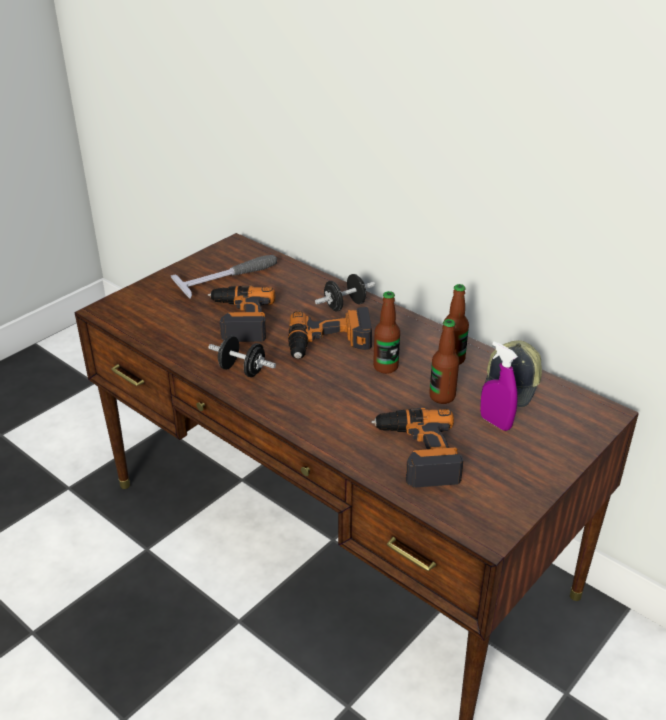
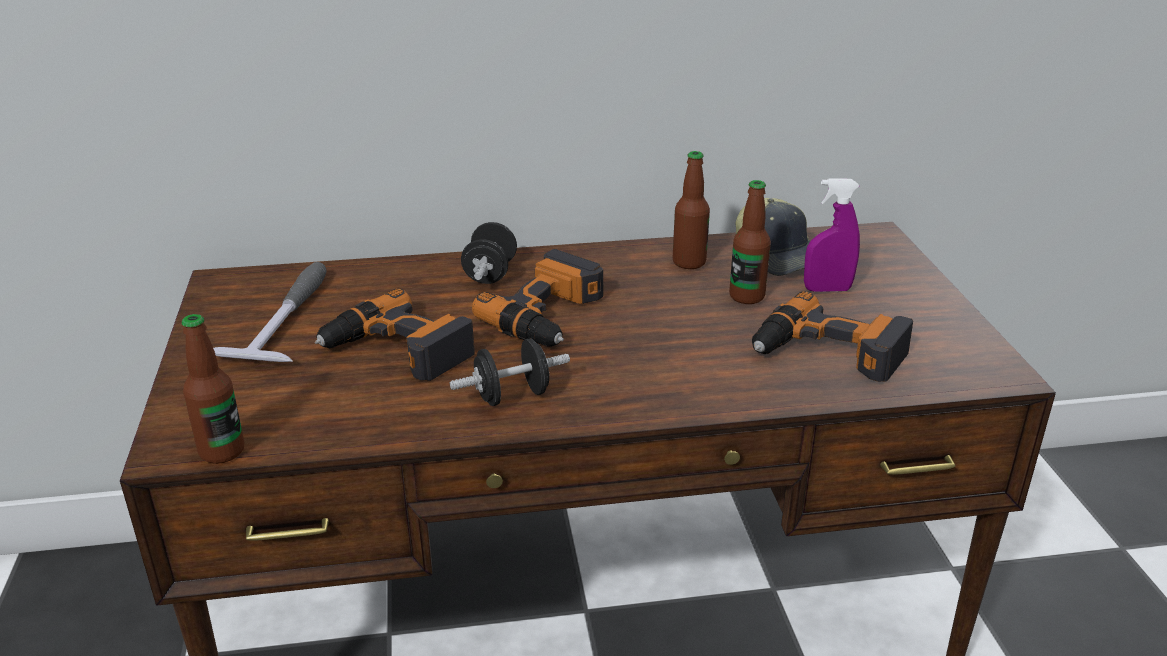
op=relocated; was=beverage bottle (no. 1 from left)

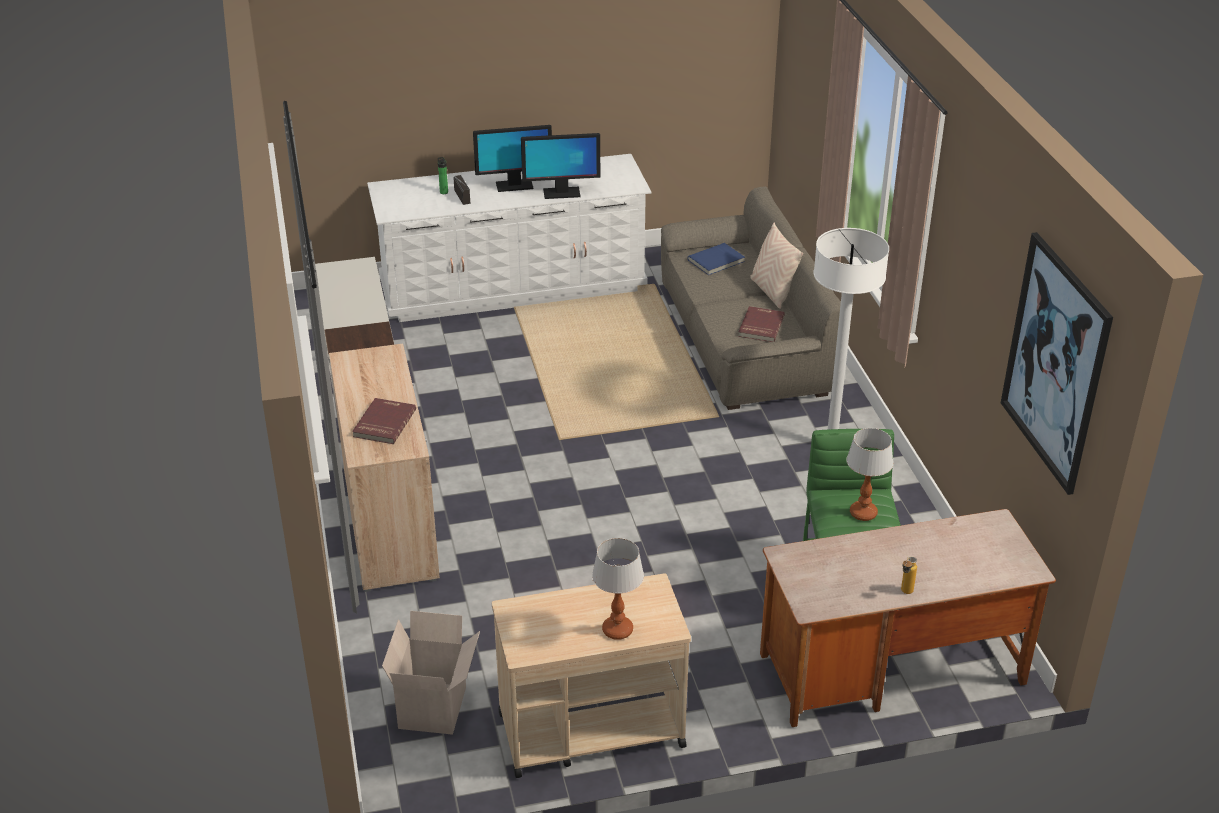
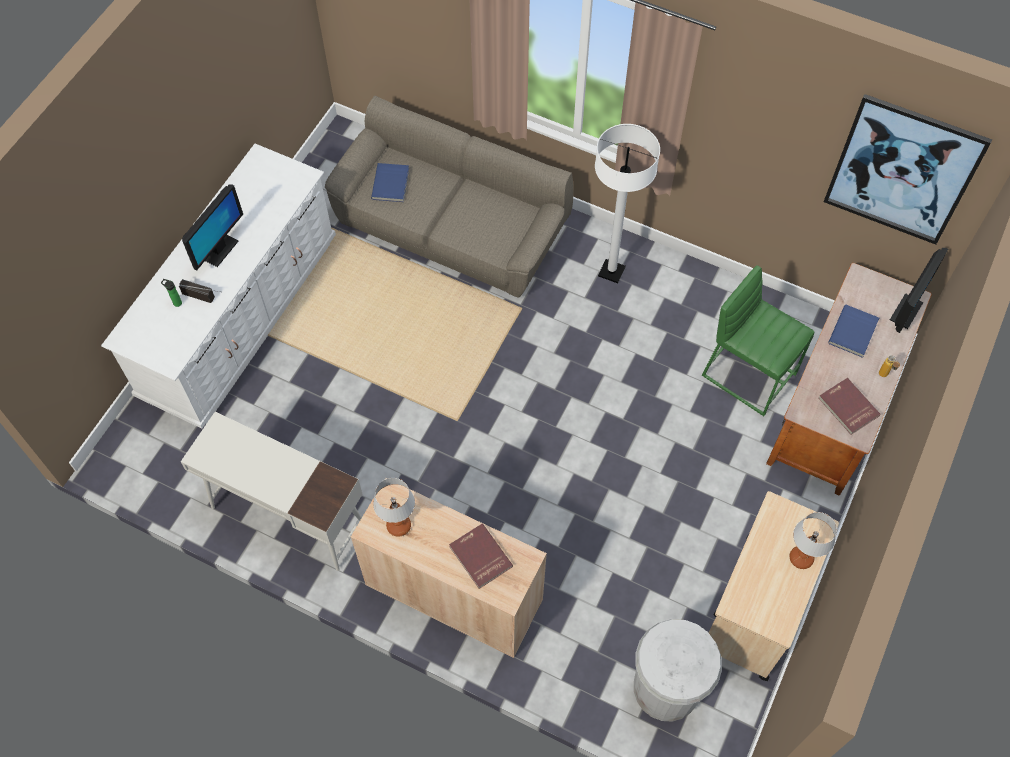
op=relocated; was=monitor (no. 2 from left)
op=missing; was=sand-coloured pillow
op=relocated; was=reddish volume (no. 2 from left)
op=relocated; was=tabletop lamp (no. 2 from left in the first image); now=tabletop lamp (no. 1 from left)
op=exchanged; was=cardboard box; now=whitish rubbish bin
op=appeared; now=blue-coloured volume (no. 2 from left)

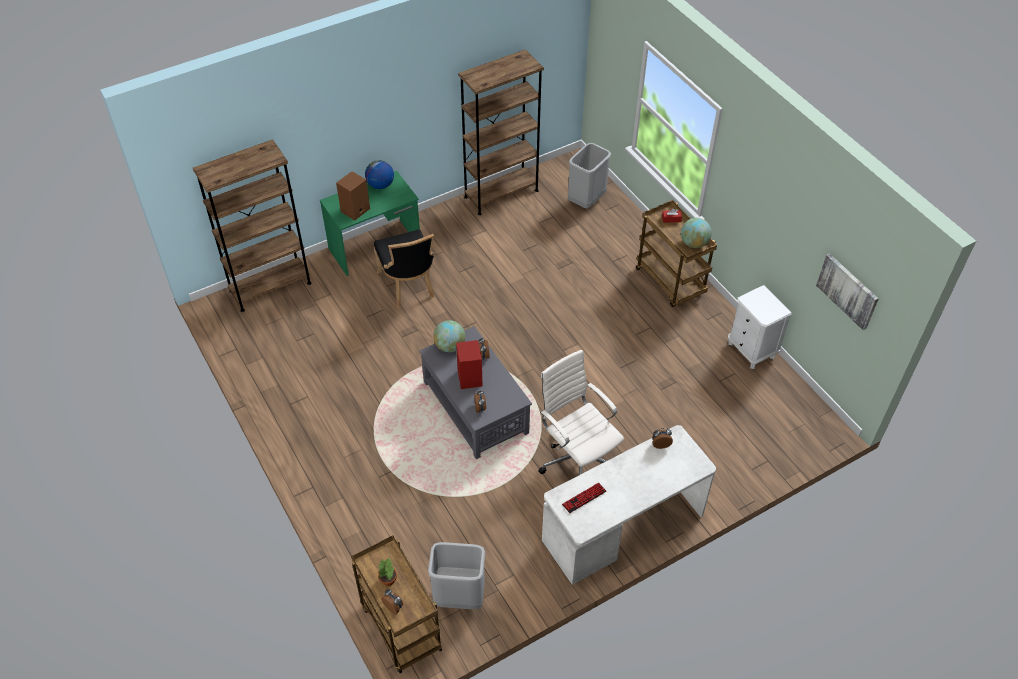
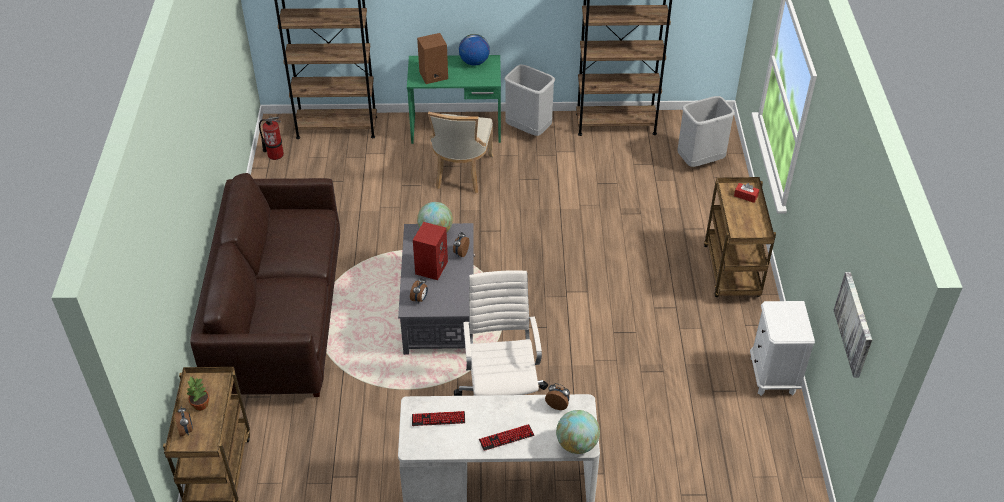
op=relocated; was=world globe (no. 3 from left)
op=colour; was=blackish plain chair; now=sand-coloured plain chair
op=relocated; was=grey rubbish bin (no. 1 from left)
op=appeared; now=fire extinguisher
op=appeared; now=brown couch
op=appeared; now=keyboard (no. 2 from left)

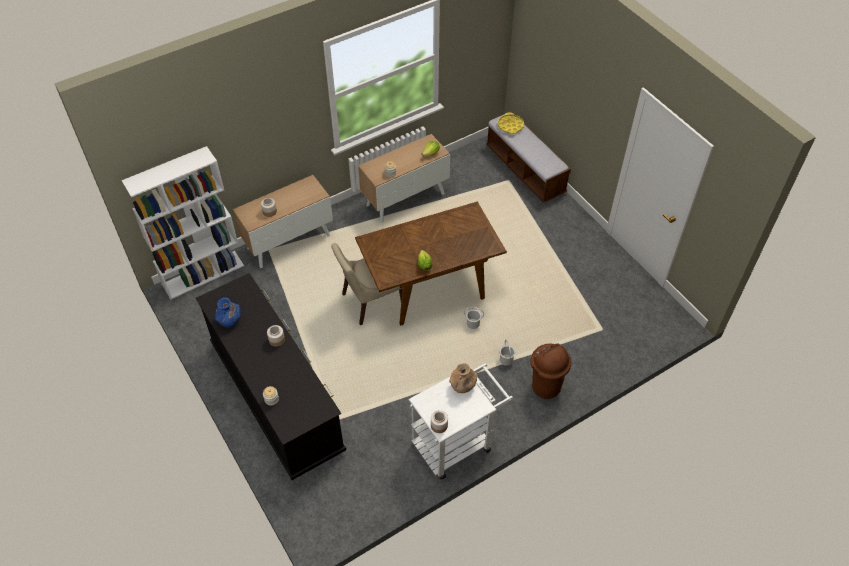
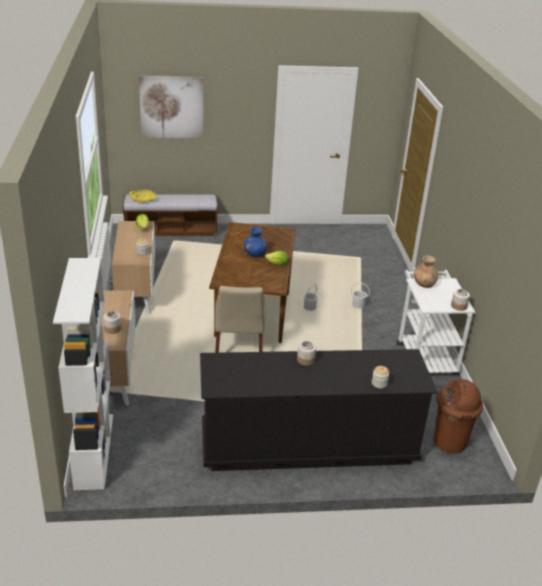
op=relocated; was=blue-coloured decorative vase
op=relocated; was=brown rubbish bin
op=appeared; now=wall picture

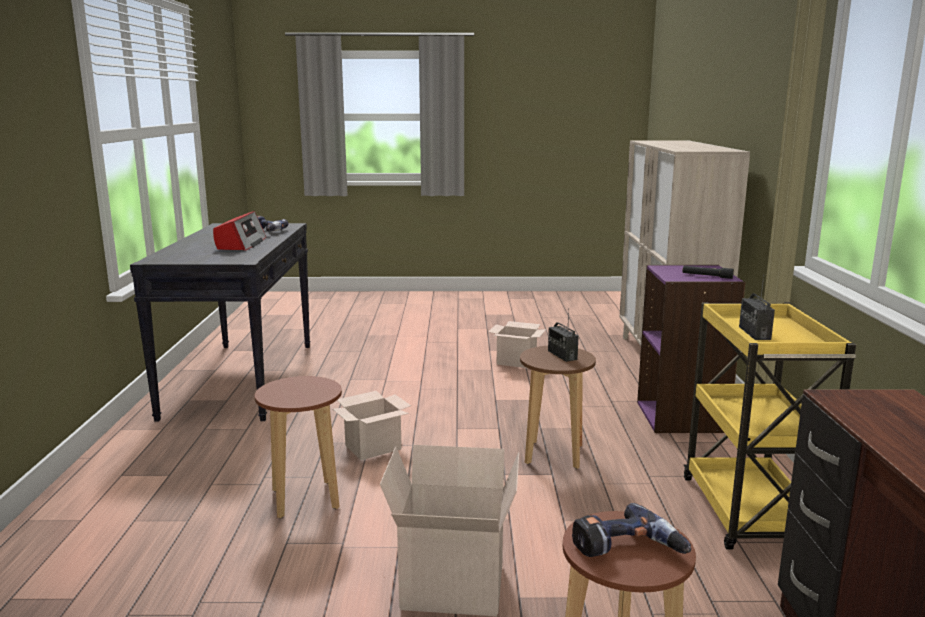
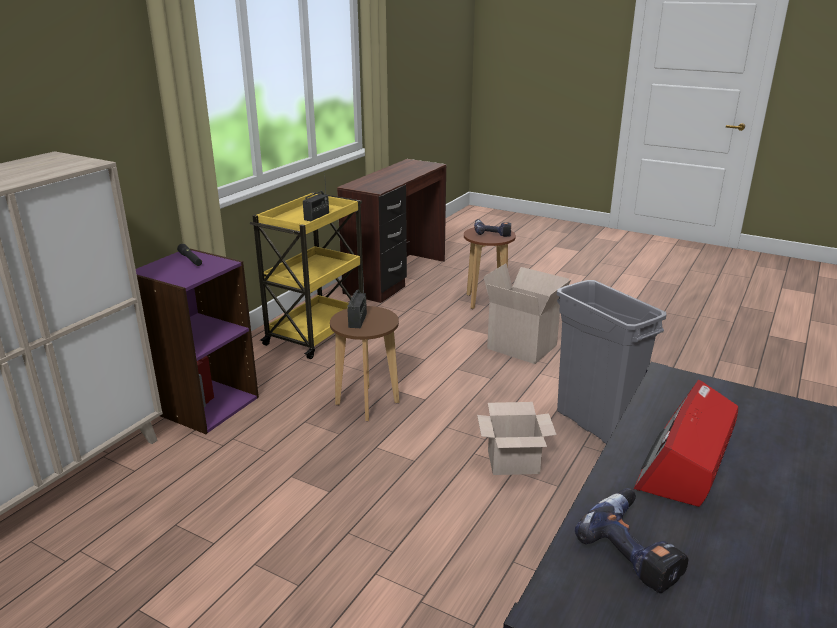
op=missing; was=cardboard box (no. 3 from left)
op=exchanged; was=brown stool (no. 1 from left); now=grey rubbish bin

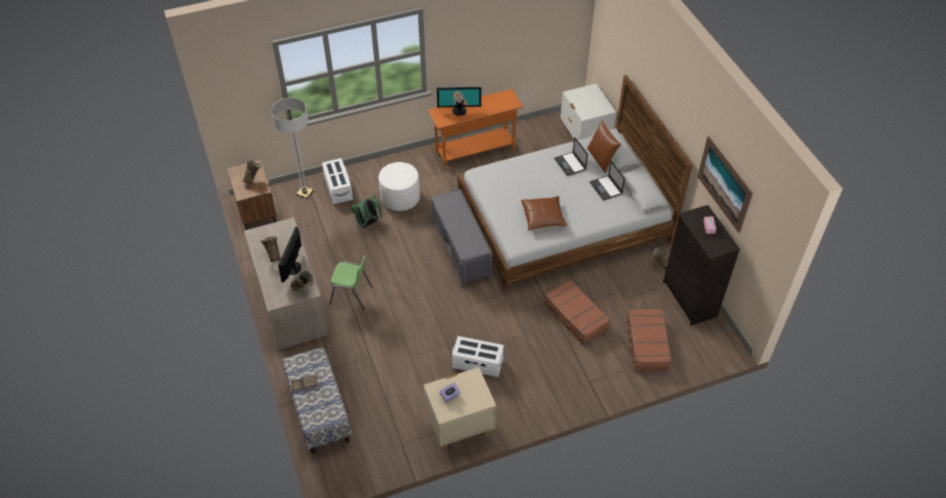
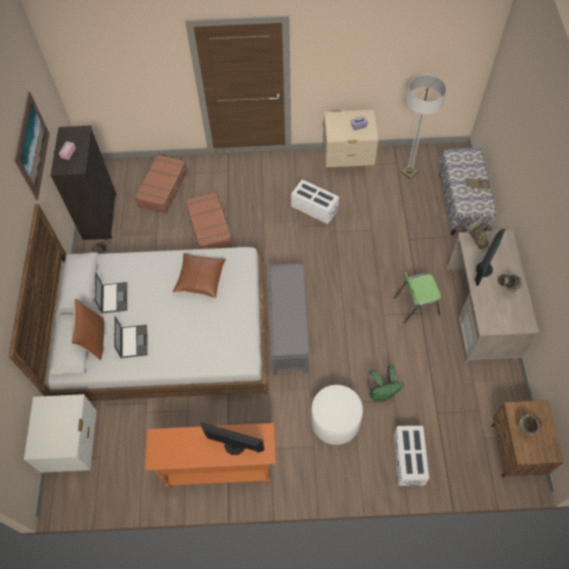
op=relocated; was=floor lamp
op=spun; was=green plain chair; clockwise=-45

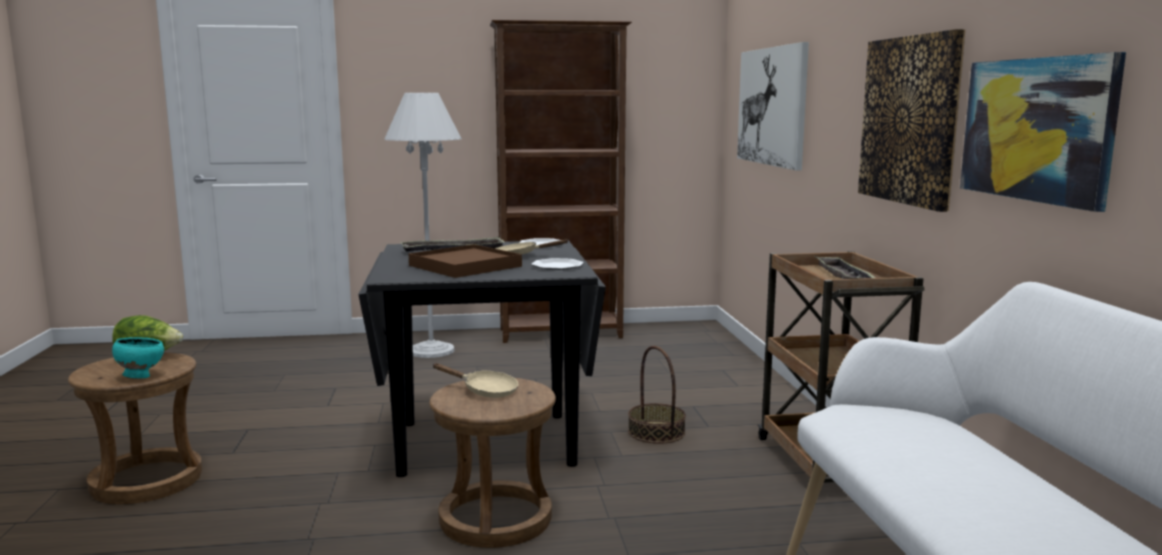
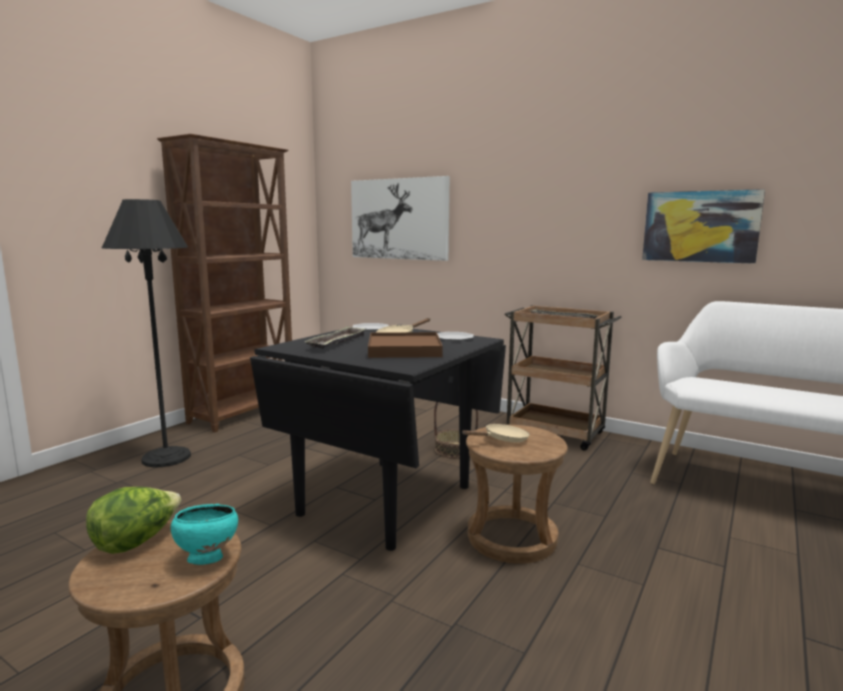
op=missing; was=wall picture (no. 2 from left)
op=colour; was=whitish floor lamp; now=blackish floor lamp

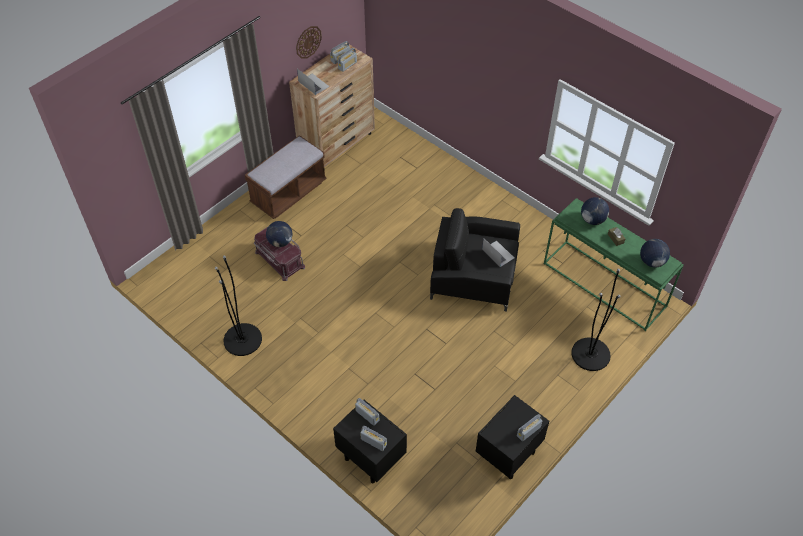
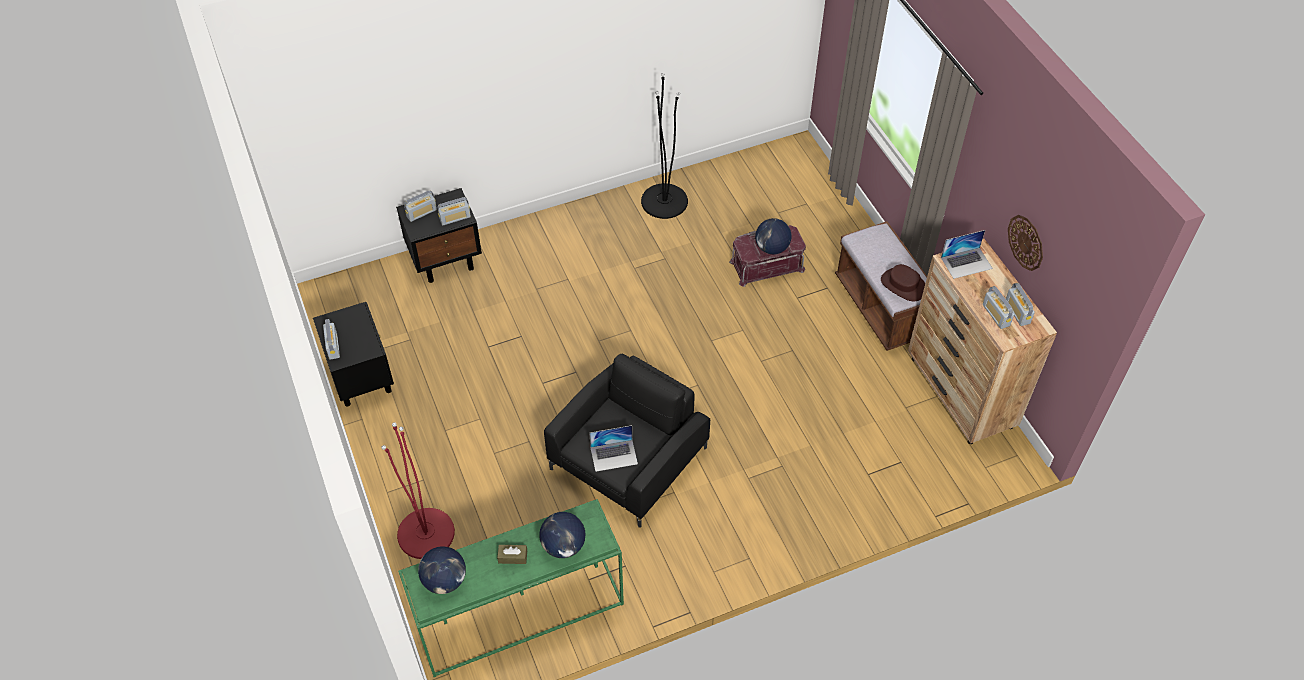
op=colour; was=blackish floor lamp (no. 2 from left); now=reddish floor lamp
op=appeared; now=brown hat

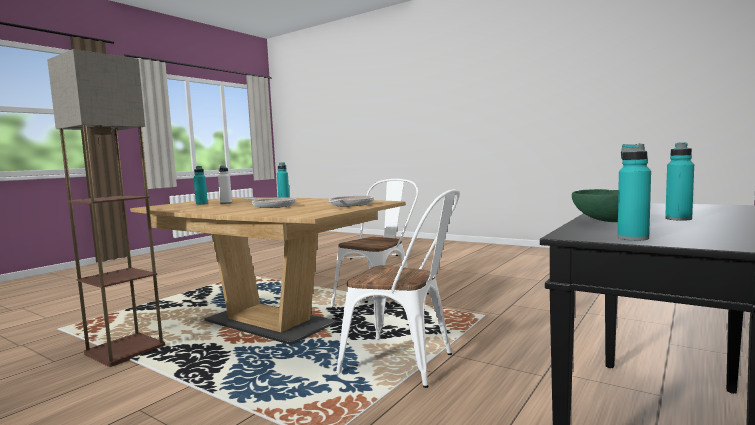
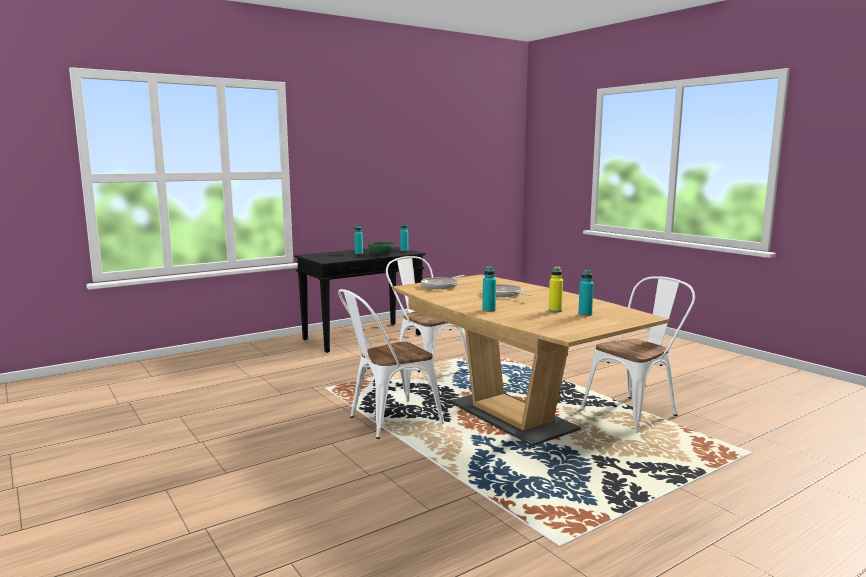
op=exchanged; was=floor lamp; now=whitish plain chair (no. 3 from left)
op=colour; was=whitish beverage bottle; now=yellowish beverage bottle

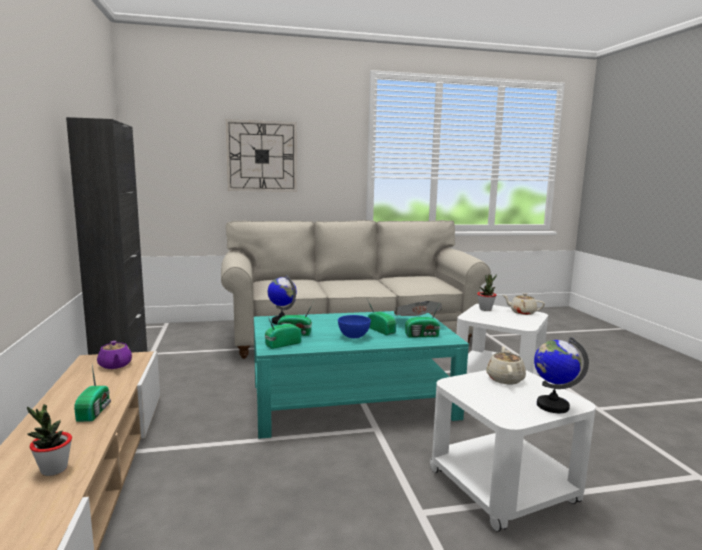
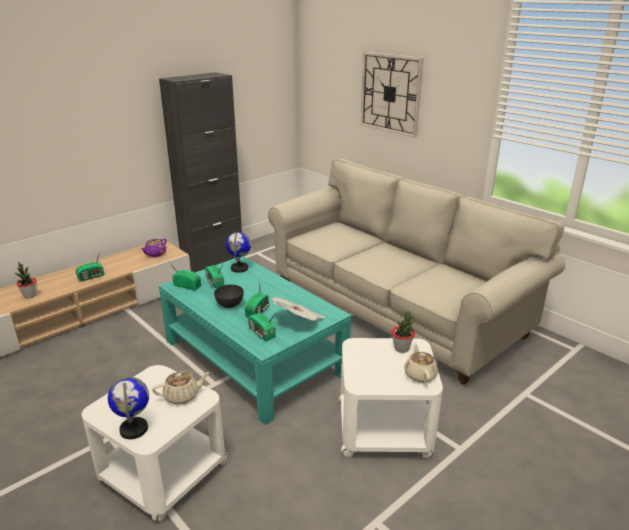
op=colour; was=blue-coloured deep dish; now=grey deep dish

